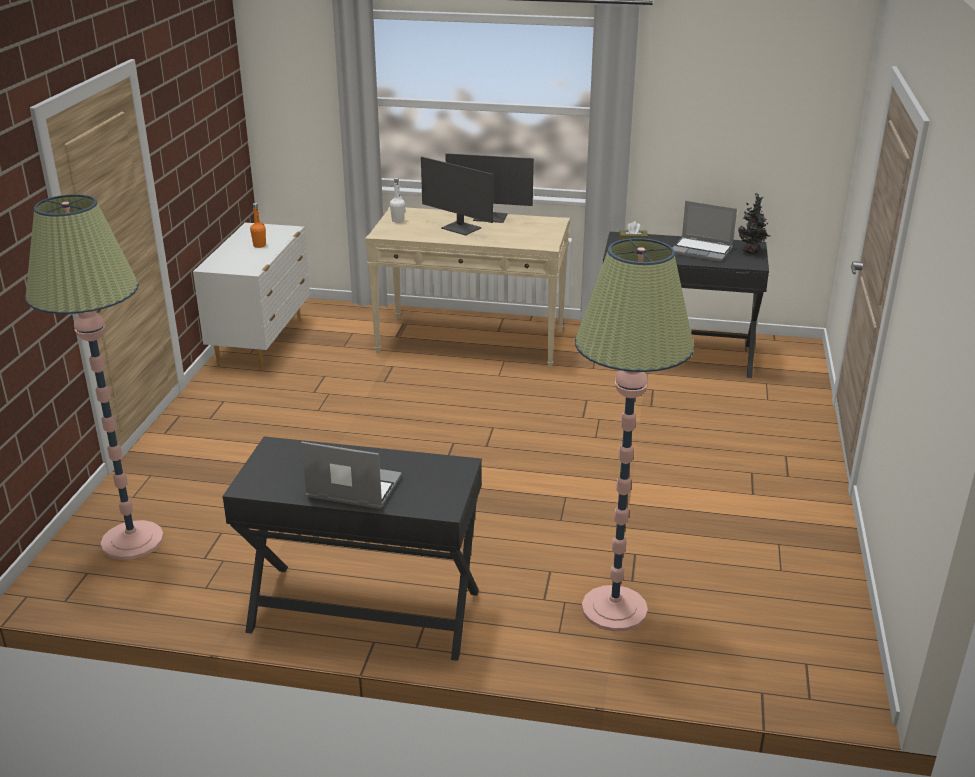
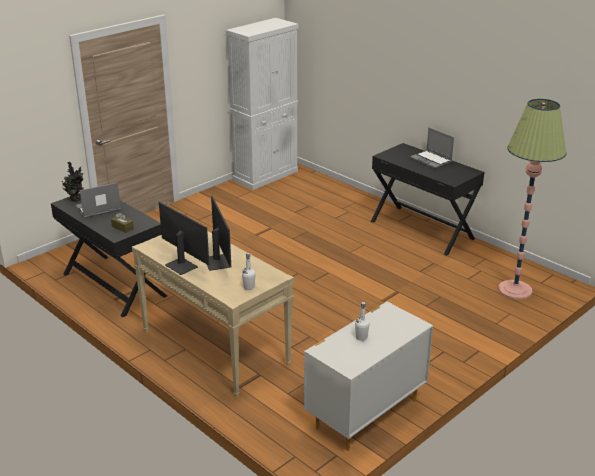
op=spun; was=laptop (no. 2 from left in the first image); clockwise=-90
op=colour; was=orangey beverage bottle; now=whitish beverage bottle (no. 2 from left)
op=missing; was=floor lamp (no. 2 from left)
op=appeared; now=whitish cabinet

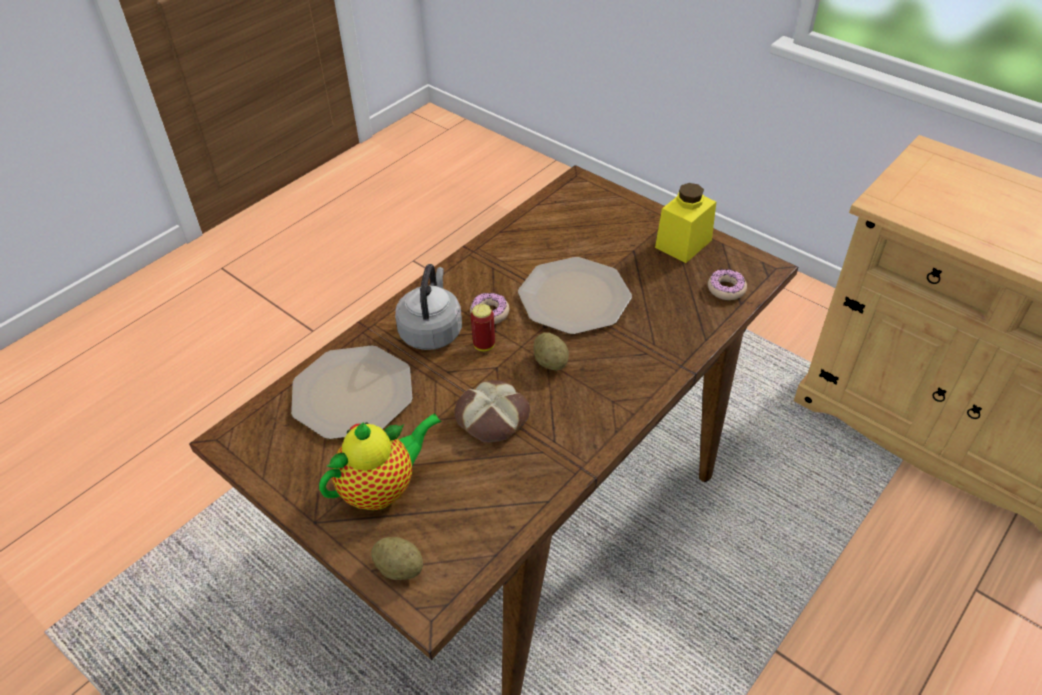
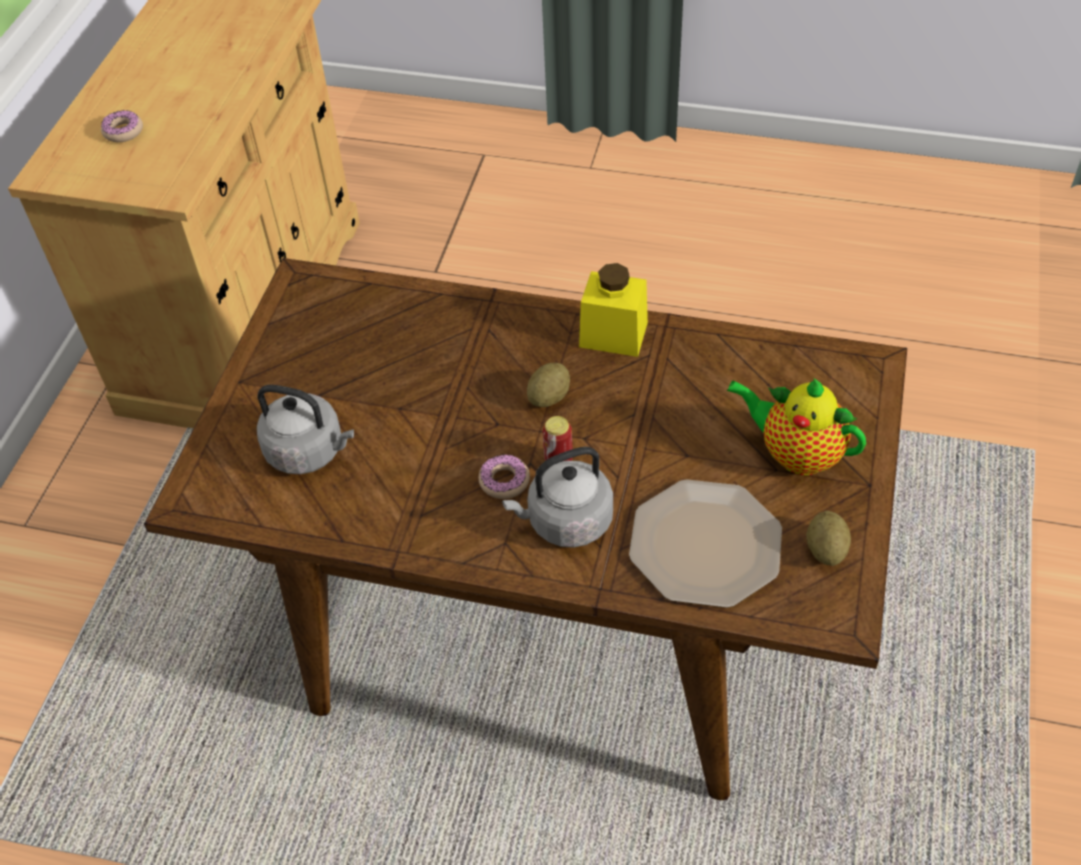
op=relocated; was=yellowish jar
op=missing; was=dinner plate (no. 2 from left)
op=relocated; was=donut (no. 2 from left in the first image); now=donut (no. 1 from left)
op=missing; was=bakery bread
op=relocated; was=potato (no. 1 from left in the first image); now=potato (no. 2 from left)
op=appeared; now=grey kettle (no. 1 from left)

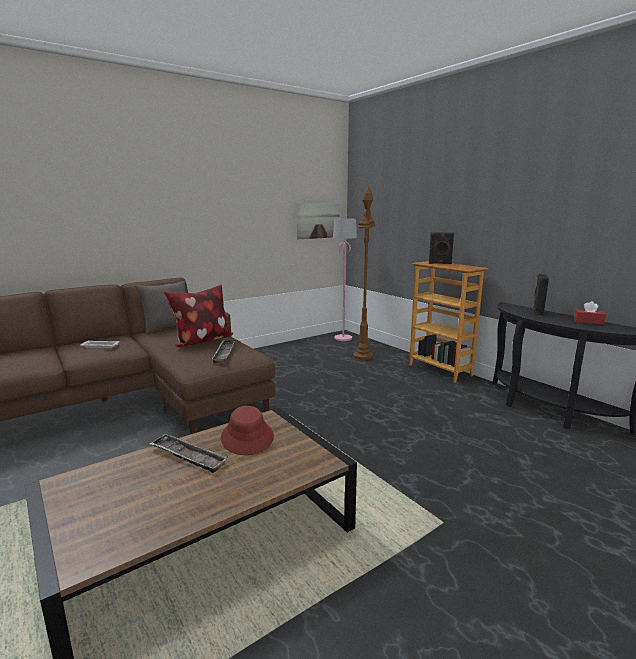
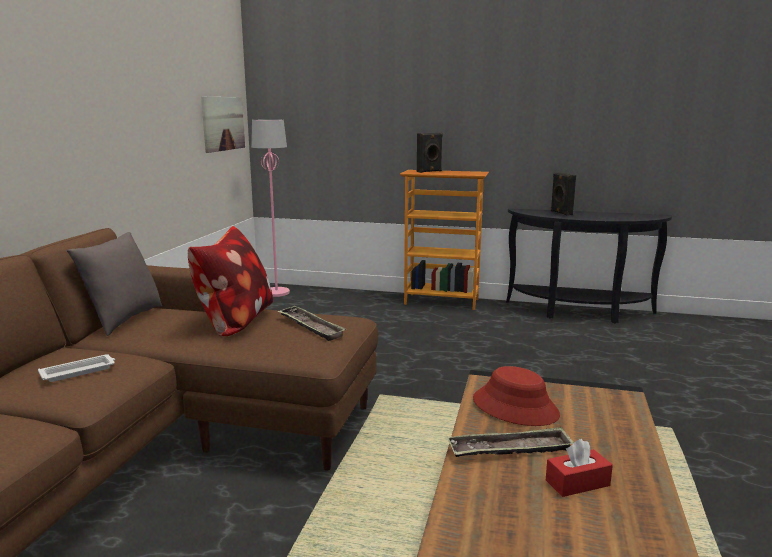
op=missing; was=brown floor lamp
op=relocated; was=reddish tissue box

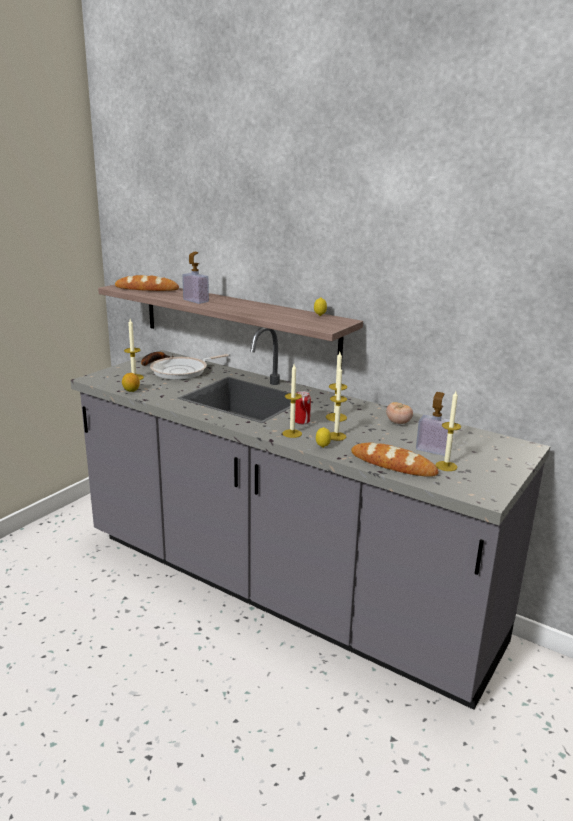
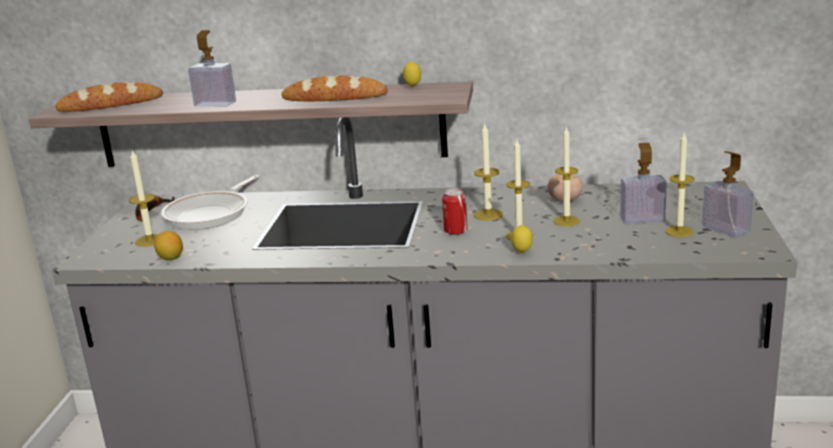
op=relocated; was=wax candle (no. 2 from left in the first image); now=wax candle (no. 4 from left)
op=relocated; was=bakery bread (no. 2 from left)
op=appeared; now=soap bottle (no. 3 from left)

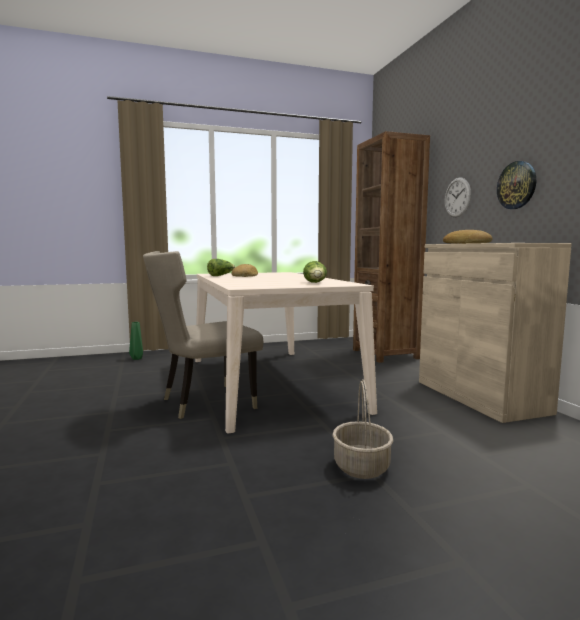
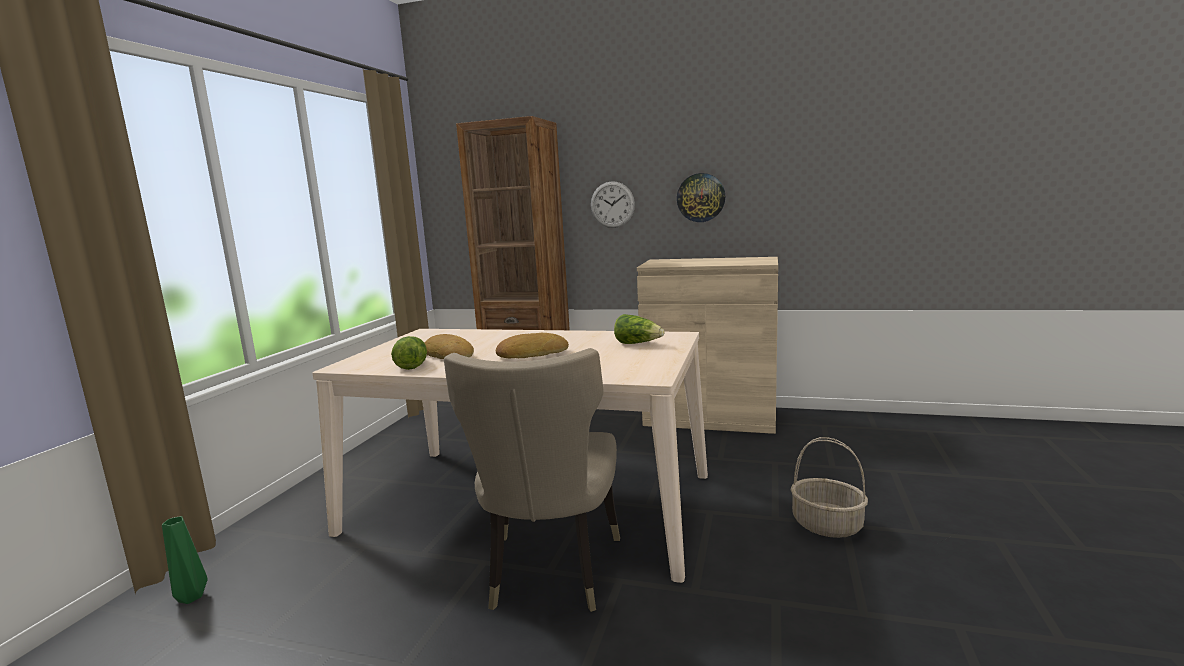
op=relocated; was=bakery bread (no. 2 from left)

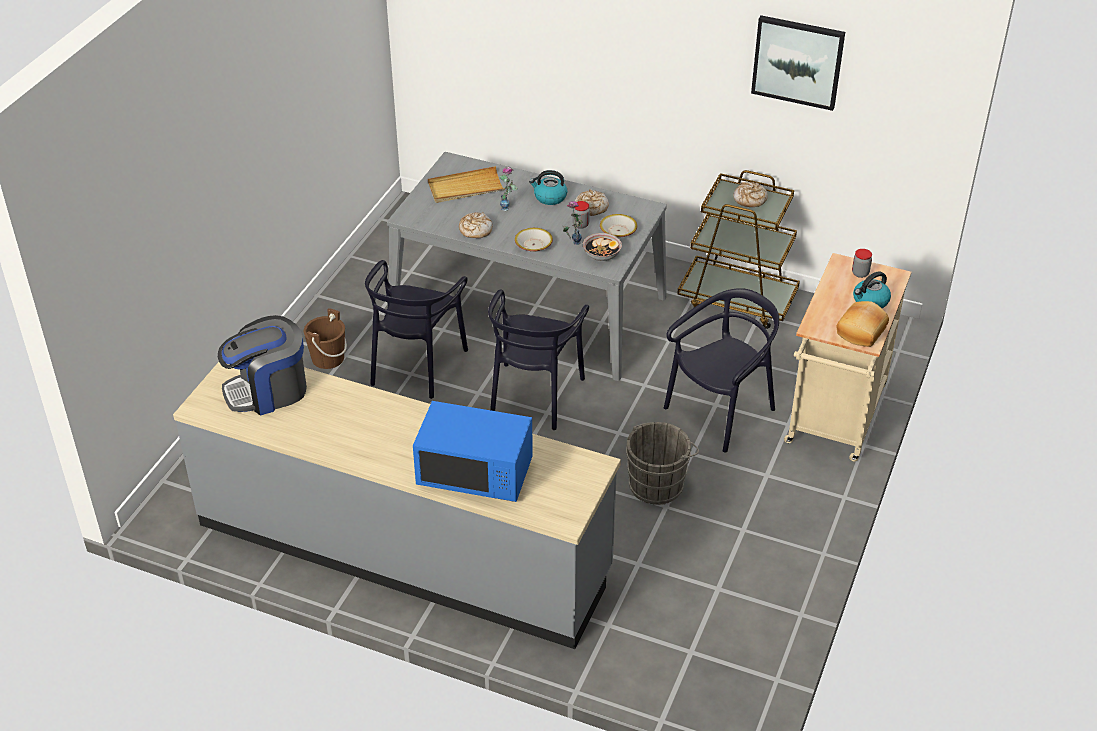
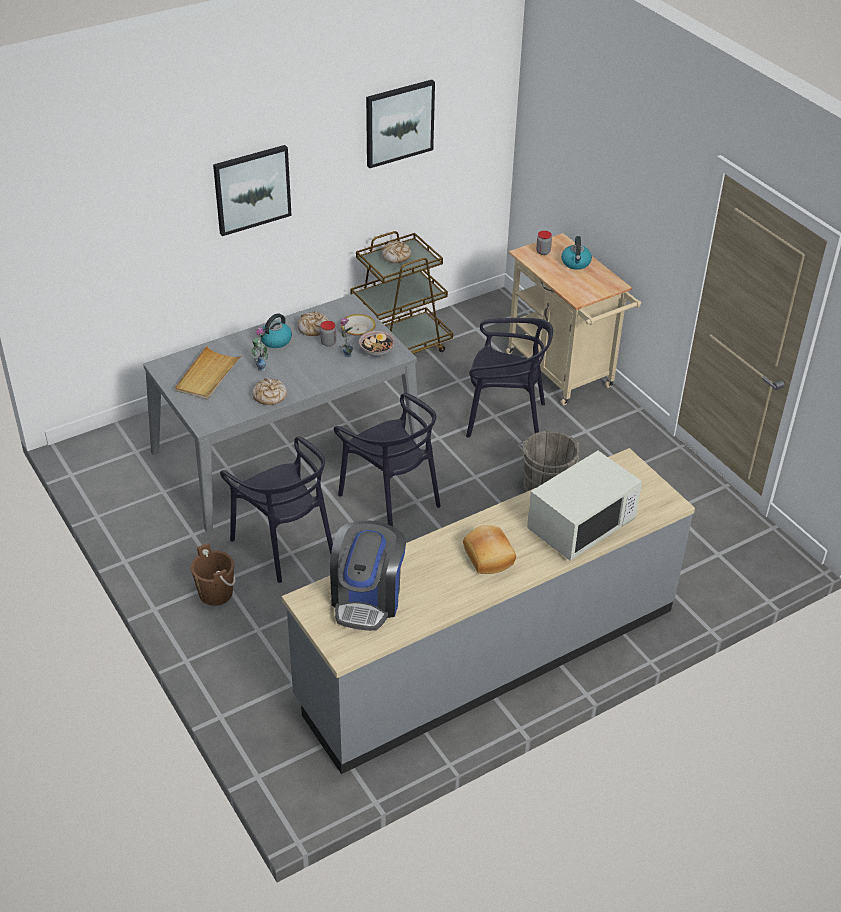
op=missing; was=deep dish (no. 1 from left)
op=spun; was=blackish plain chair (no. 3 from left); clockwise=105
op=relocated; was=bakery bread (no. 4 from left)
op=colour; was=blue-coloured microwave oven; now=whitish microwave oven
op=appeared; now=wall picture (no. 1 from left)

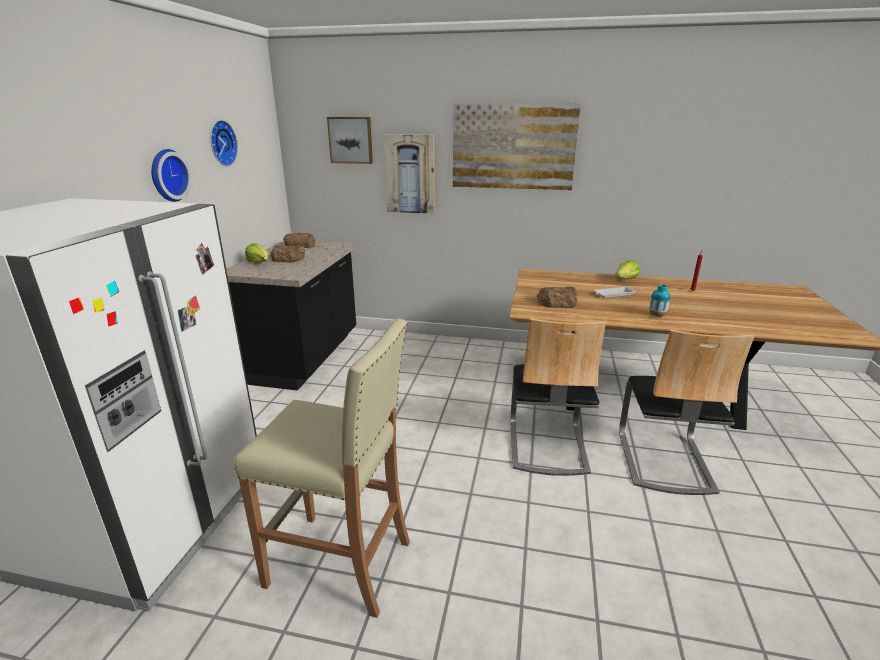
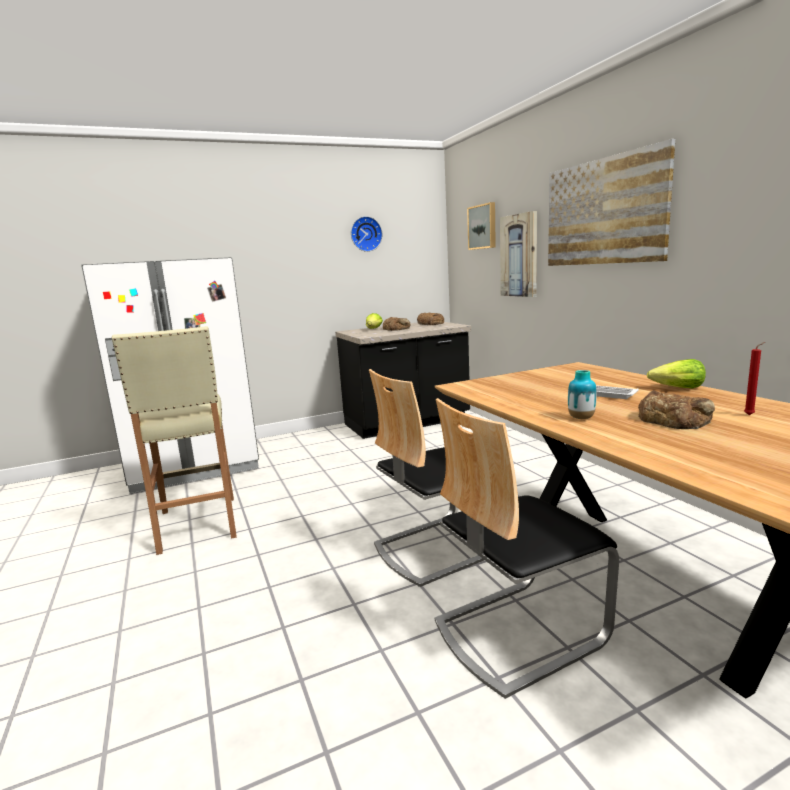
op=missing; was=clock on the wall (no. 1 from left)
op=relocated; was=bakery bread (no. 3 from left)

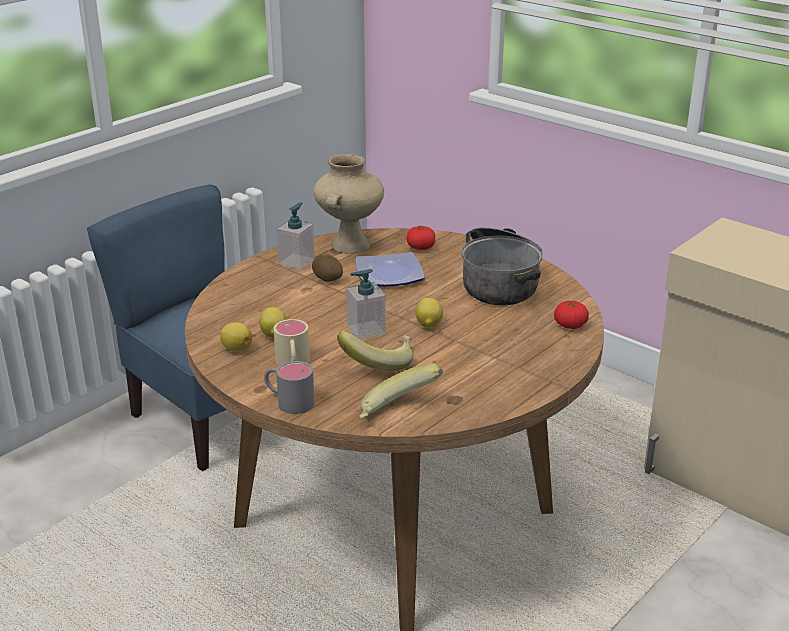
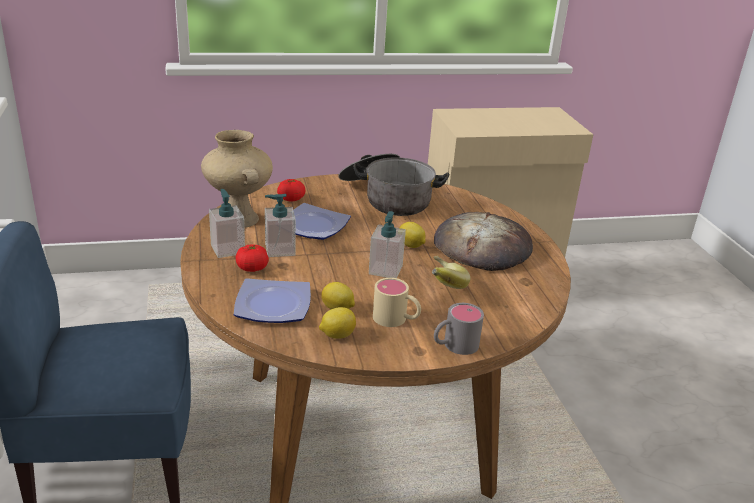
op=exchanged; was=potato; now=soap bottle (no. 2 from left)
op=relocated; was=whole tomato (no. 2 from left in the first image); now=whole tomato (no. 1 from left)
op=missing; was=whole banana (no. 2 from left)
op=appeared; now=bakery bread
op=appeared; now=dinner plate (no. 1 from left)

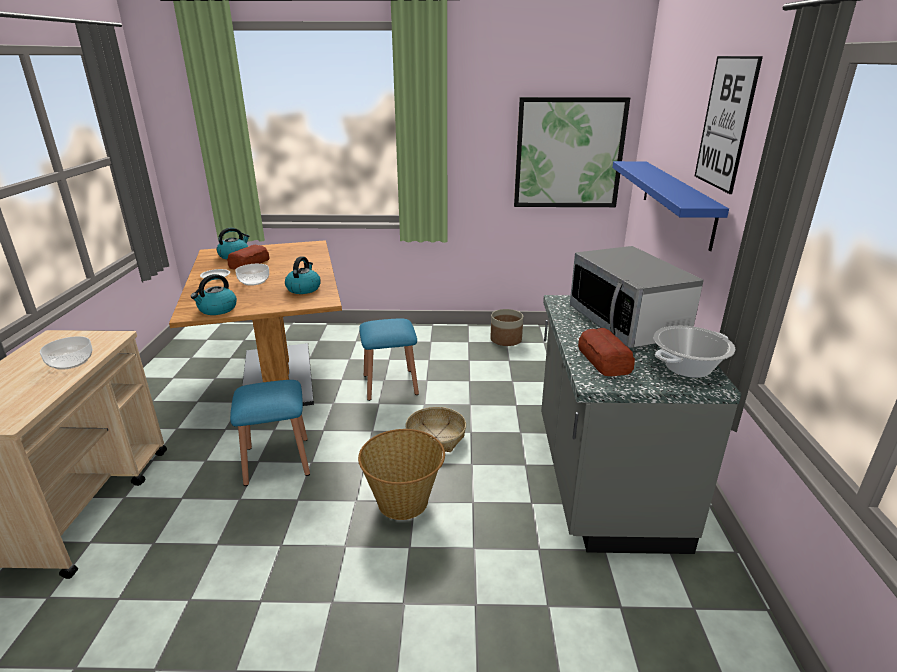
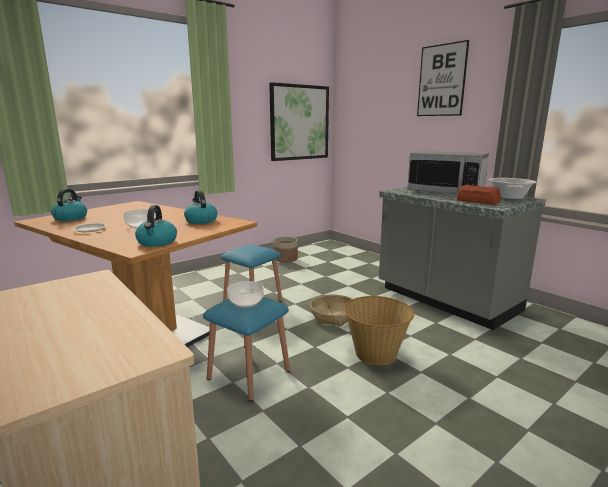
op=missing; was=blue-coloured wall shelf
op=missing; was=bakery bread (no. 1 from left)
op=relocated; was=deep dish (no. 1 from left in the first image); now=deep dish (no. 2 from left)

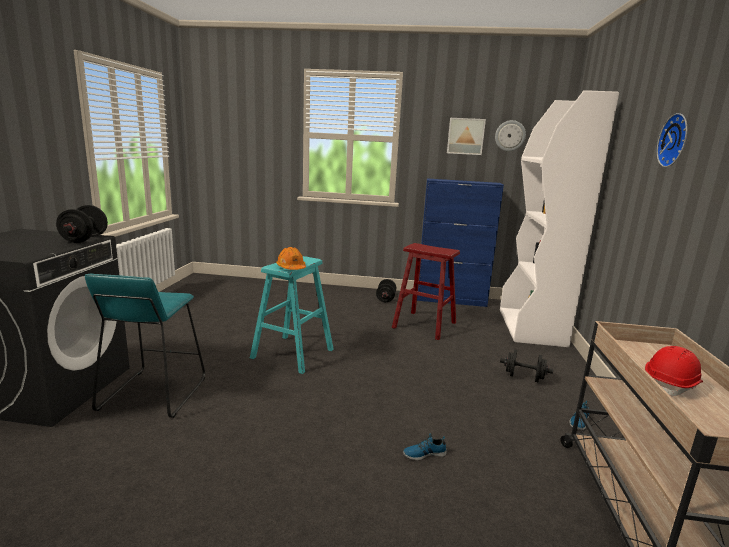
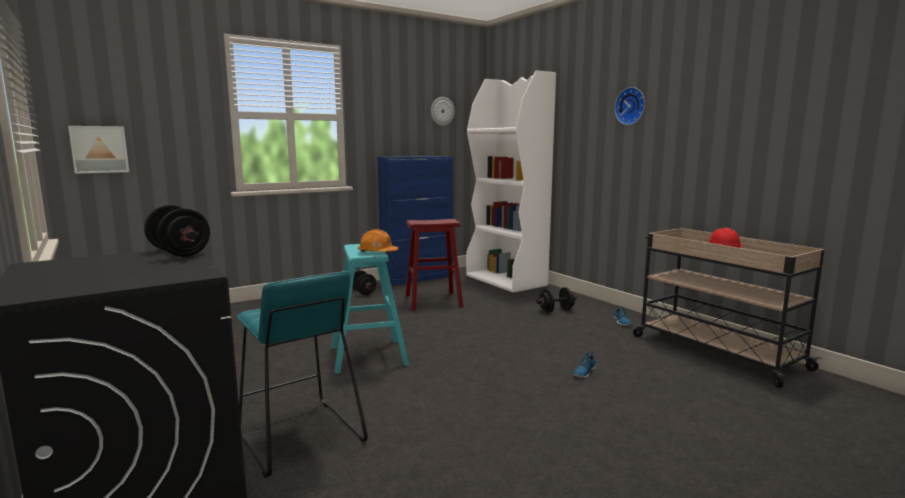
op=relocated; was=wall picture

